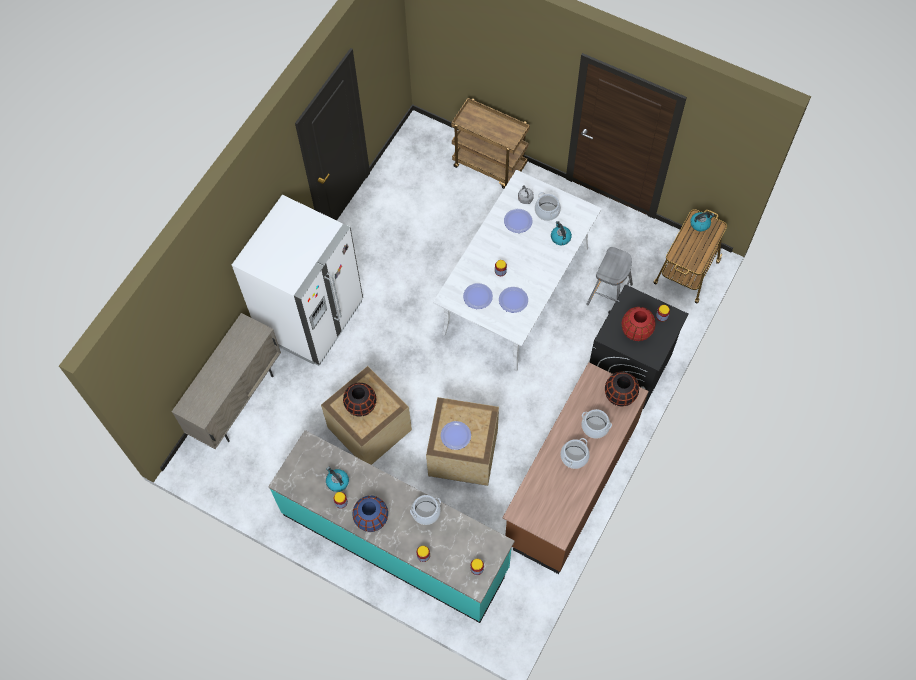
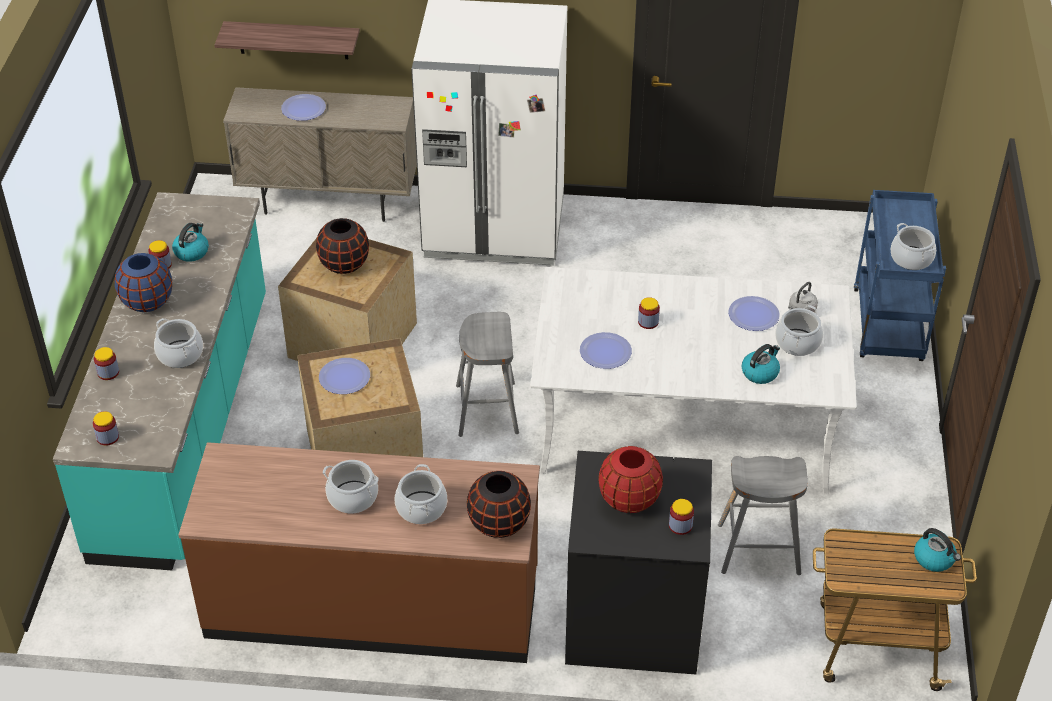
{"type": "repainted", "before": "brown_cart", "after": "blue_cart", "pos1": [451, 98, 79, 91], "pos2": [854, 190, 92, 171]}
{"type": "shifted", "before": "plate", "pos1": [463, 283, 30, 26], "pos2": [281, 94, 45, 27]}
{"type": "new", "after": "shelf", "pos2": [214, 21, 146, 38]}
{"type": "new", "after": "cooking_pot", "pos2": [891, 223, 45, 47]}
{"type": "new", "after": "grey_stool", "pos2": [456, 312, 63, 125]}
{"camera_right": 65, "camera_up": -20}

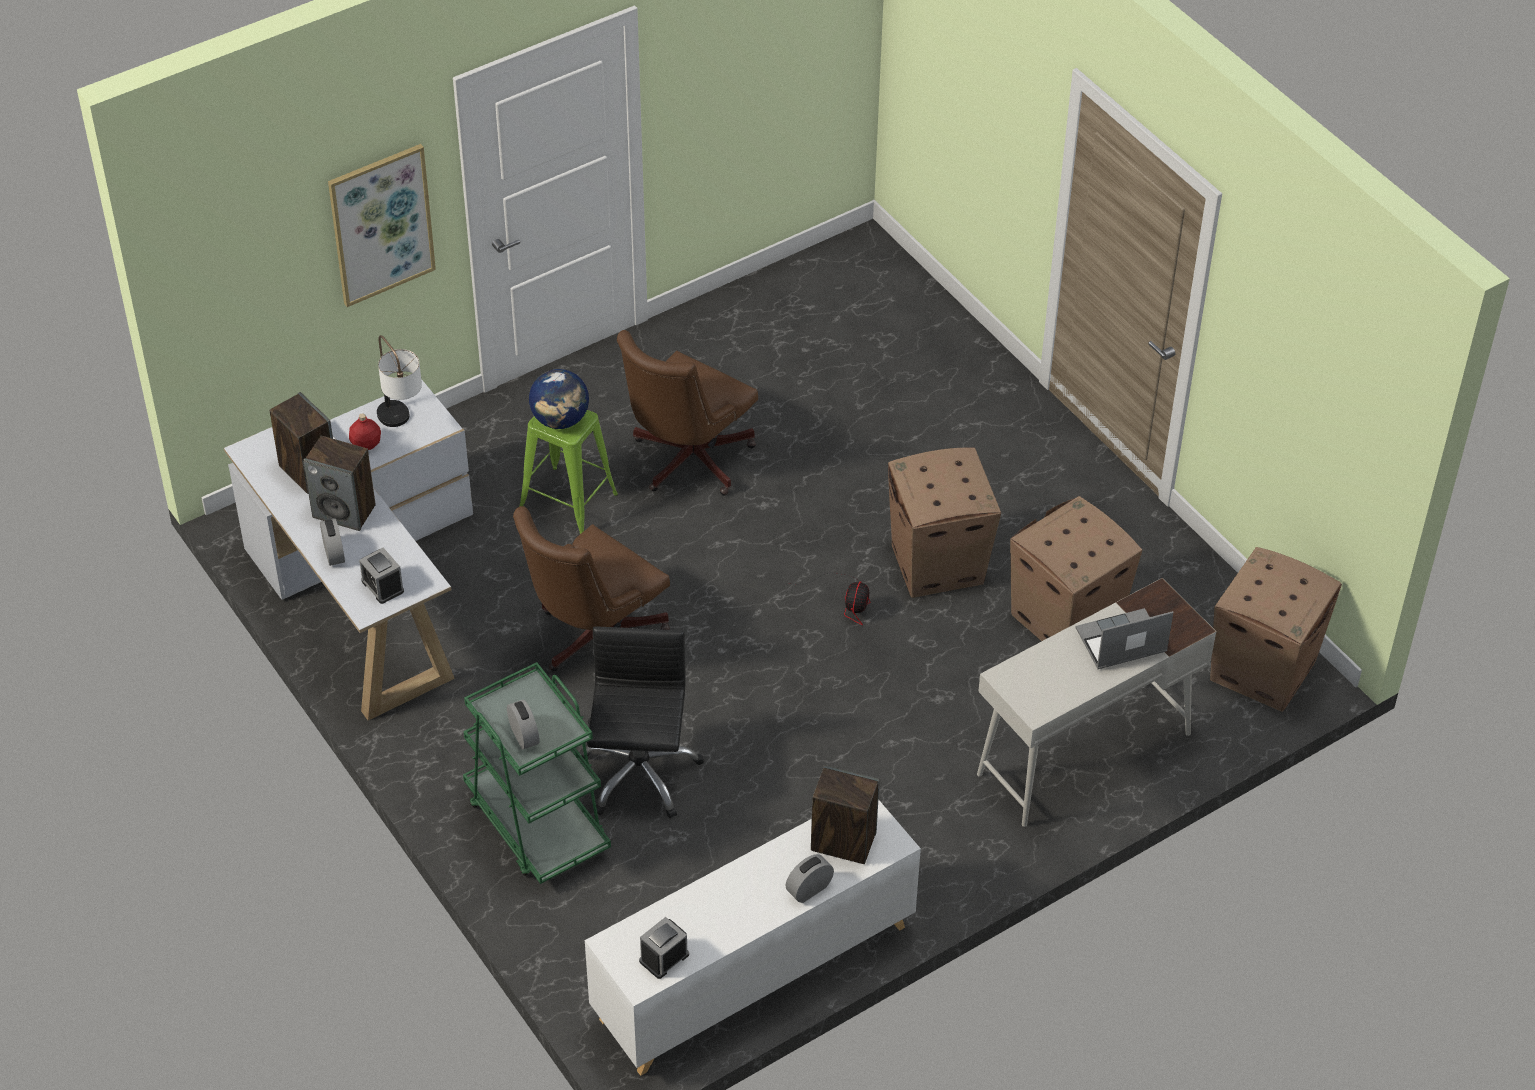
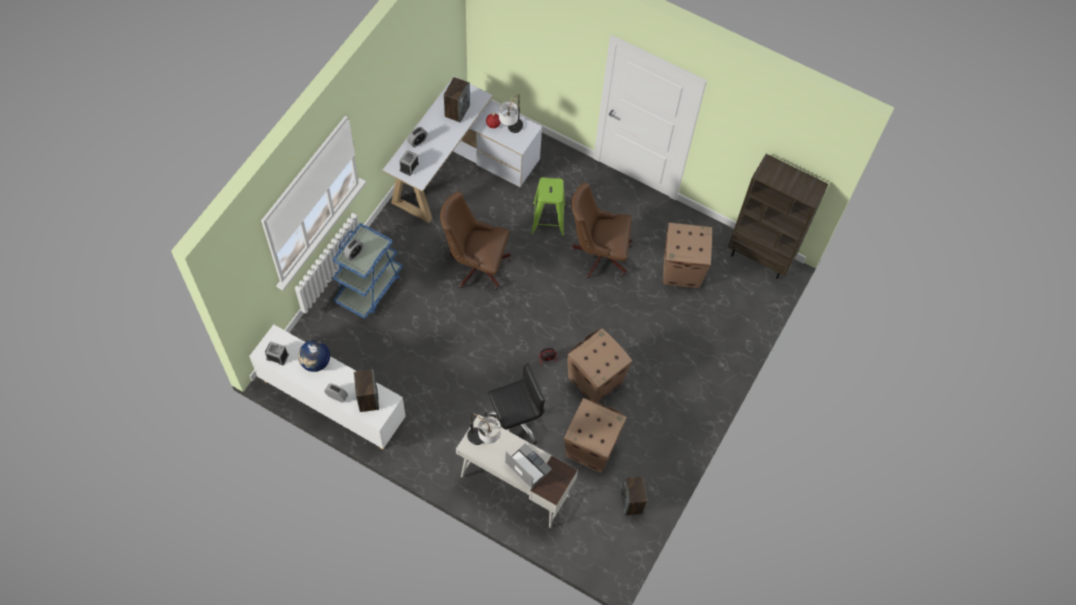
{"type": "gone", "before": "picture", "pos1": [328, 144, 108, 163]}
{"type": "shifted", "before": "globe", "pos1": [529, 369, 60, 60], "pos2": [298, 340, 32, 32]}
{"type": "shifted", "before": "speaker", "pos1": [303, 436, 73, 95], "pos2": [621, 476, 26, 40]}
{"type": "shifted", "before": "cardboard_box", "pos1": [1210, 547, 132, 165], "pos2": [663, 222, 49, 66]}
{"type": "shifted", "before": "black_office_chair", "pos1": [579, 627, 125, 191], "pos2": [484, 363, 61, 82]}
{"type": "repainted", "before": "green_cart", "after": "blue_cart", "pos1": [463, 662, 148, 222], "pos2": [333, 223, 70, 96]}
{"type": "new", "after": "brown_bookcase", "pos2": [728, 154, 100, 125]}
{"type": "new", "after": "table_lamp", "pos2": [467, 413, 34, 32]}
{"camera_right": 60, "camera_up": 15}

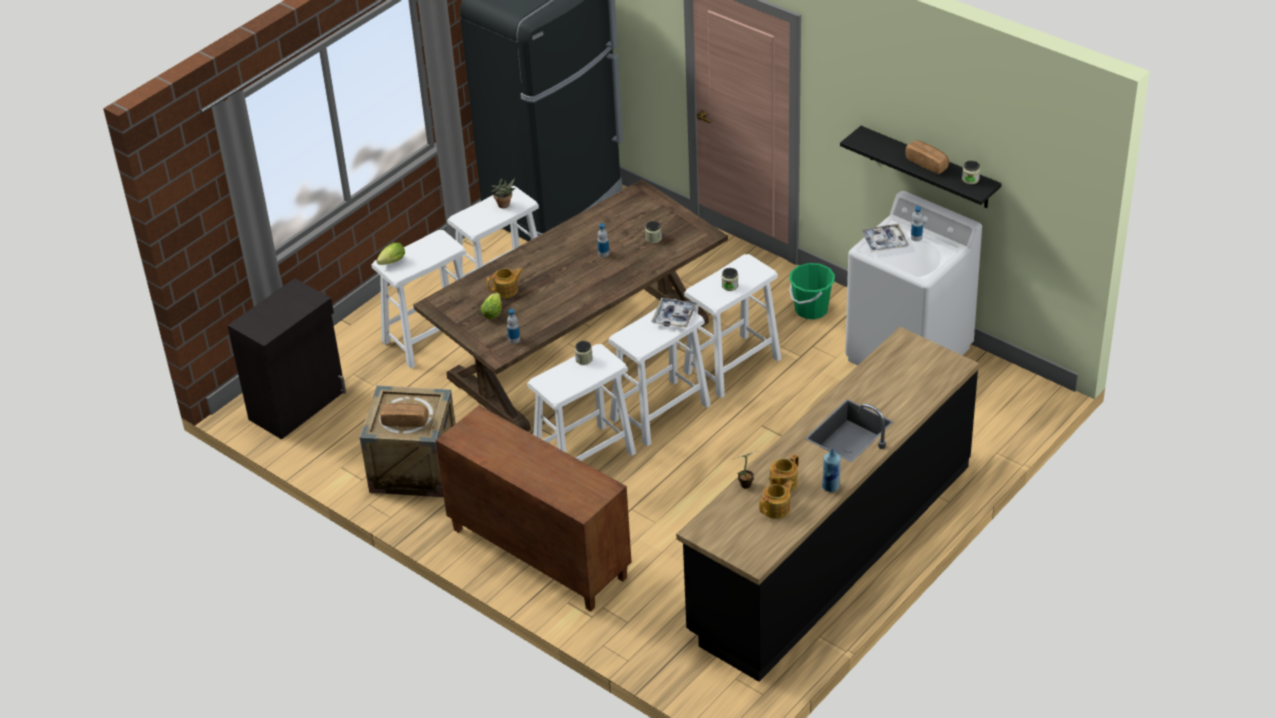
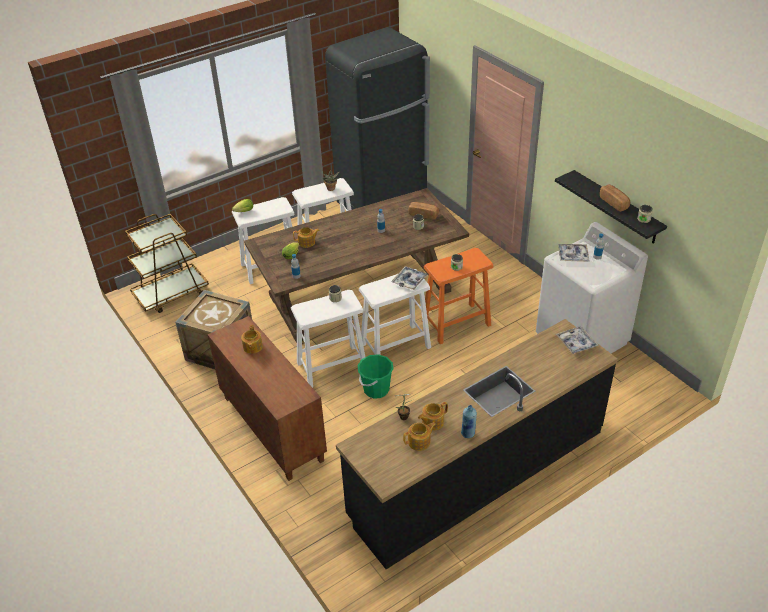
{"type": "repainted", "before": "white_stool", "after": "orange_stool", "pos1": [683, 254, 98, 144], "pos2": [424, 248, 70, 96]}
{"type": "shifted", "before": "green_bucket", "pos1": [789, 263, 46, 56], "pos2": [358, 354, 35, 45]}
{"type": "swapped", "before": "black_cabinet", "after": "brown_cart", "pos1": [227, 278, 119, 162], "pos2": [125, 214, 84, 99]}
{"type": "shifted", "before": "bread", "pos1": [380, 403, 48, 24], "pos2": [408, 202, 31, 17]}
{"type": "new", "after": "teapot", "pos2": [241, 325, 22, 29]}
{"type": "new", "after": "tray", "pos2": [556, 326, 43, 28]}
{"camera_right": 15, "camera_up": 0}

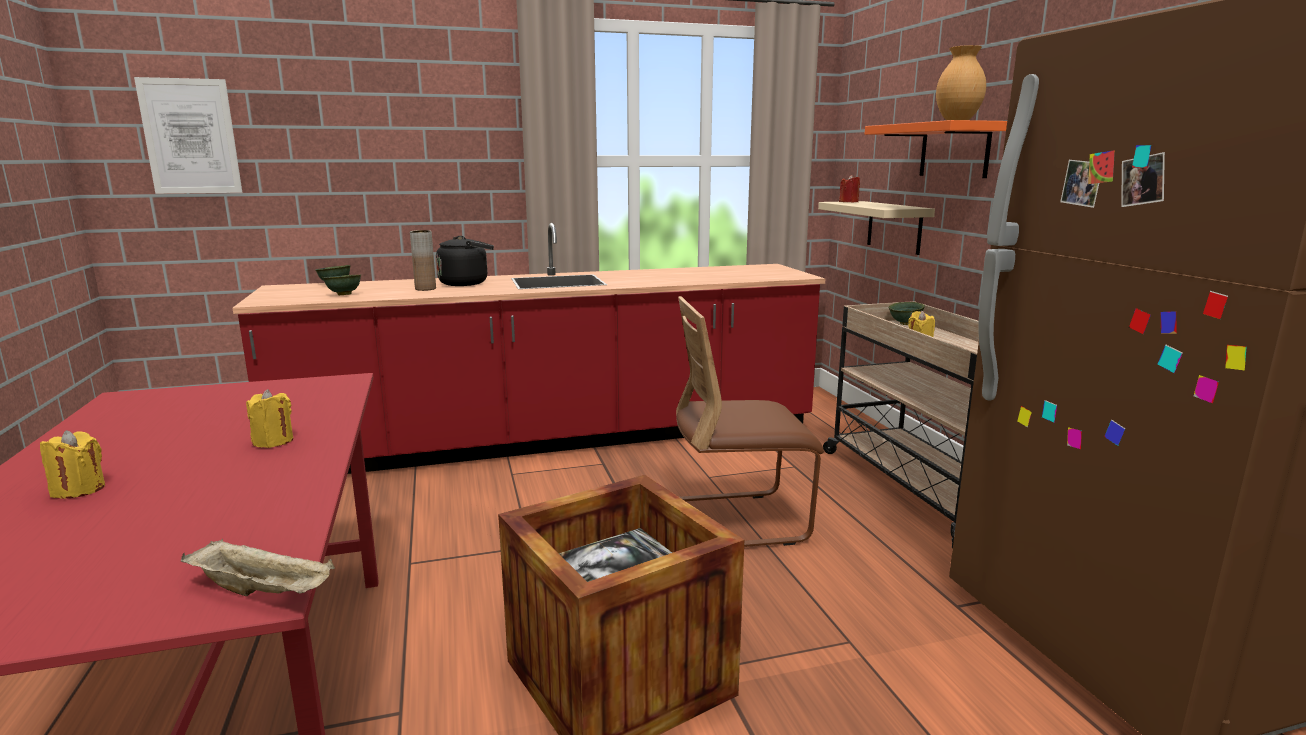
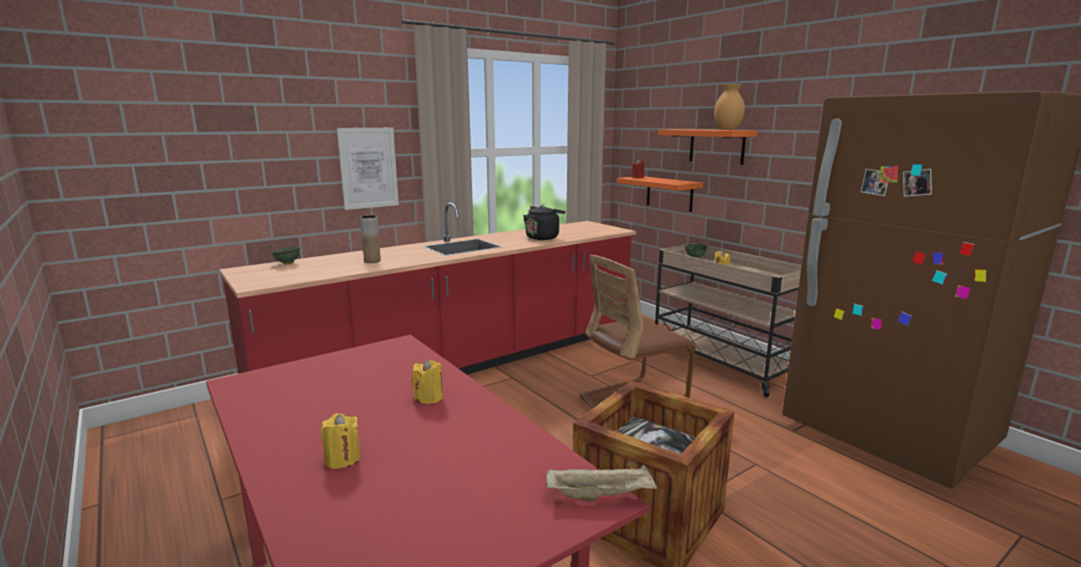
{"type": "shifted", "before": "picture", "pos1": [134, 77, 108, 117], "pos2": [337, 128, 62, 82]}
{"type": "repainted", "before": "beige_shelf", "after": "orange_shelf", "pos1": [818, 201, 117, 54], "pos2": [617, 176, 86, 36]}
{"type": "shifted", "before": "black_kettle", "pos1": [436, 236, 58, 50], "pos2": [523, 205, 42, 35]}
{"type": "gone", "before": "green_bowl", "pos1": [323, 274, 38, 21]}
{"camera_right": -20, "camera_up": 0}

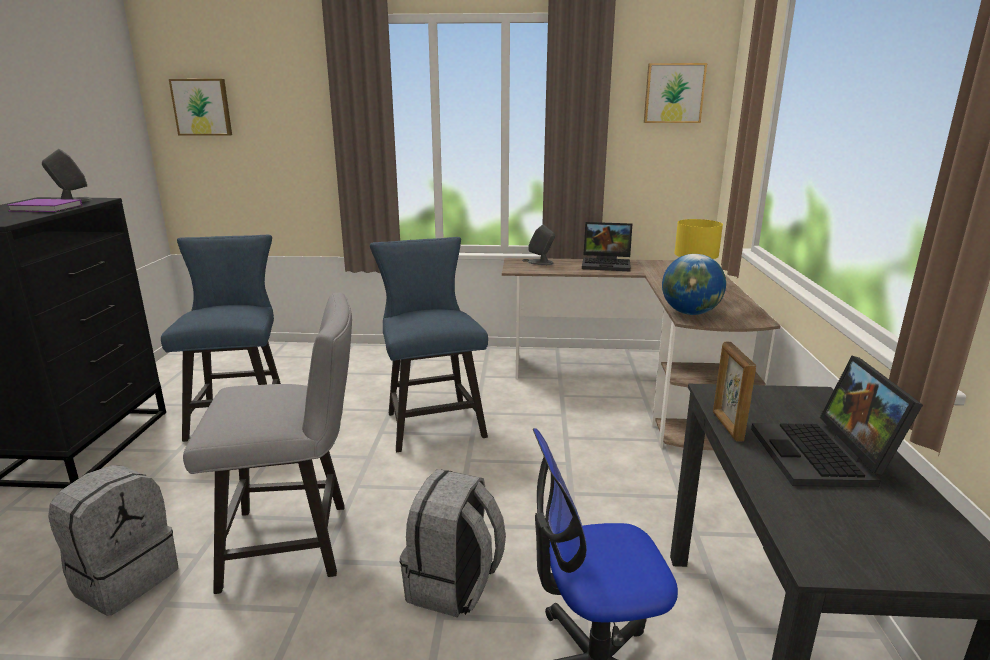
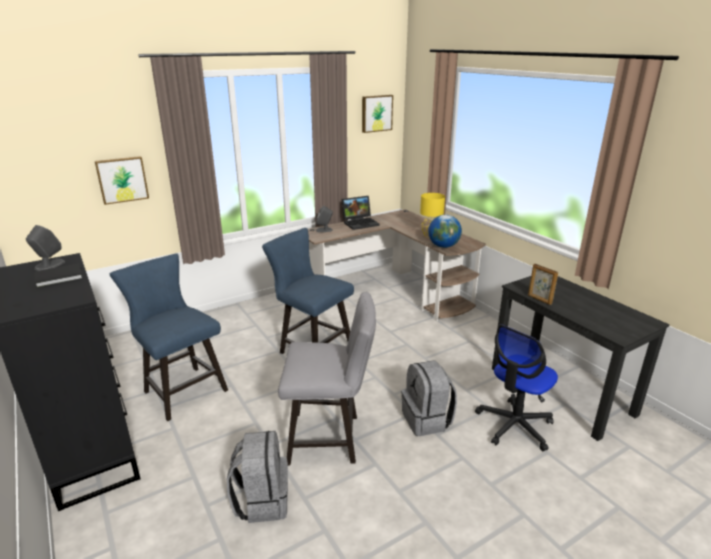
{"type": "shifted", "before": "picture", "pos1": [169, 79, 63, 57], "pos2": [95, 156, 54, 49]}
{"type": "repainted", "before": "purple_book", "after": "black_book", "pos1": [7, 199, 75, 13], "pos2": [34, 263, 49, 25]}
{"type": "rotated", "before": "grey_chair", "pos1": [183, 293, 169, 301], "pos2": [278, 292, 98, 173], "turn": 45}
{"type": "gone", "before": "laptop", "pos1": [751, 356, 172, 131]}
{"camera_right": -35, "camera_up": 5}

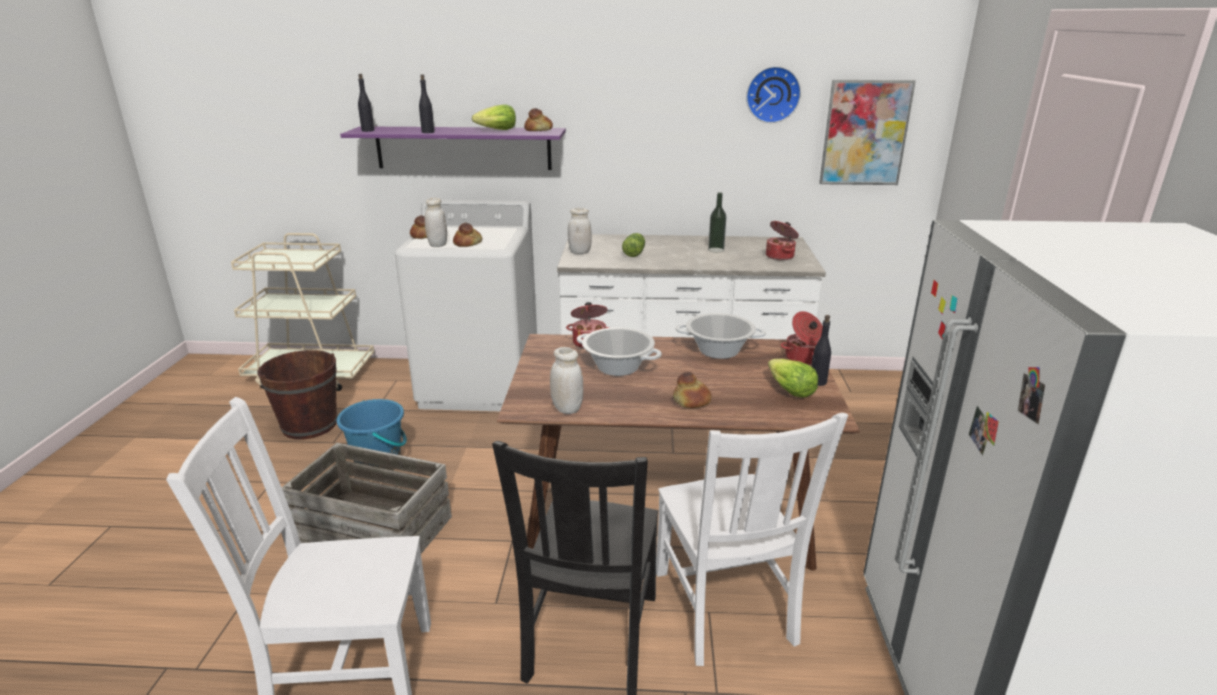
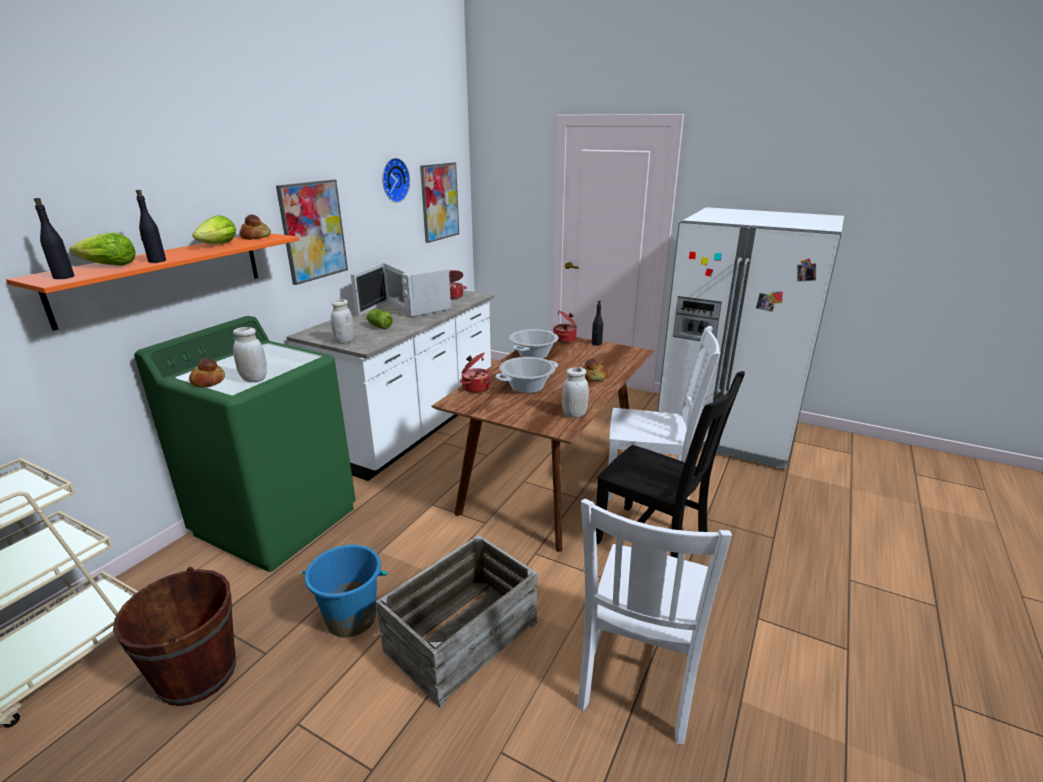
{"type": "repainted", "before": "purple_shelf", "after": "orange_shelf", "pos1": [340, 126, 226, 44], "pos2": [6, 233, 293, 98]}
{"type": "swapped", "before": "bottle", "after": "white_microwave", "pos1": [708, 192, 18, 60], "pos2": [351, 258, 100, 59]}
{"type": "repainted", "before": "white_washing_machine", "after": "green_washing_machine", "pos1": [395, 200, 142, 211], "pos2": [134, 316, 222, 256]}
{"type": "gone", "before": "bread", "pos1": [453, 223, 29, 24]}
{"type": "shifted", "before": "lettuce", "pos1": [768, 359, 50, 39], "pos2": [69, 233, 67, 33]}
{"type": "new", "after": "picture", "pos2": [276, 180, 72, 105]}
{"camera_right": -65, "camera_up": 0}

